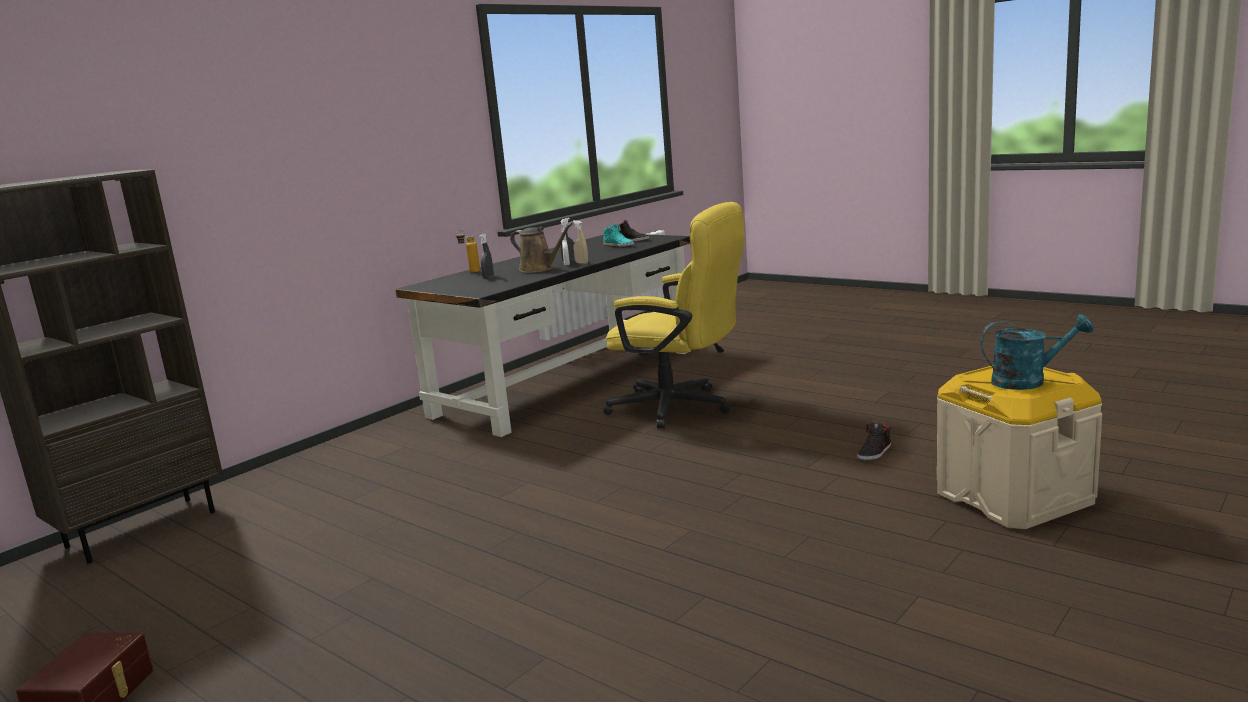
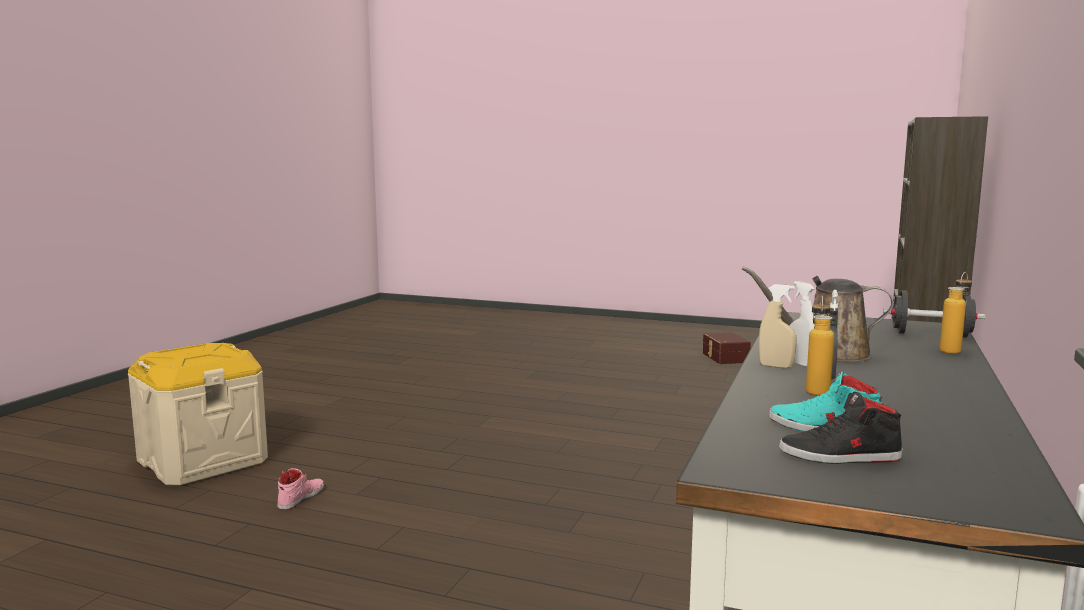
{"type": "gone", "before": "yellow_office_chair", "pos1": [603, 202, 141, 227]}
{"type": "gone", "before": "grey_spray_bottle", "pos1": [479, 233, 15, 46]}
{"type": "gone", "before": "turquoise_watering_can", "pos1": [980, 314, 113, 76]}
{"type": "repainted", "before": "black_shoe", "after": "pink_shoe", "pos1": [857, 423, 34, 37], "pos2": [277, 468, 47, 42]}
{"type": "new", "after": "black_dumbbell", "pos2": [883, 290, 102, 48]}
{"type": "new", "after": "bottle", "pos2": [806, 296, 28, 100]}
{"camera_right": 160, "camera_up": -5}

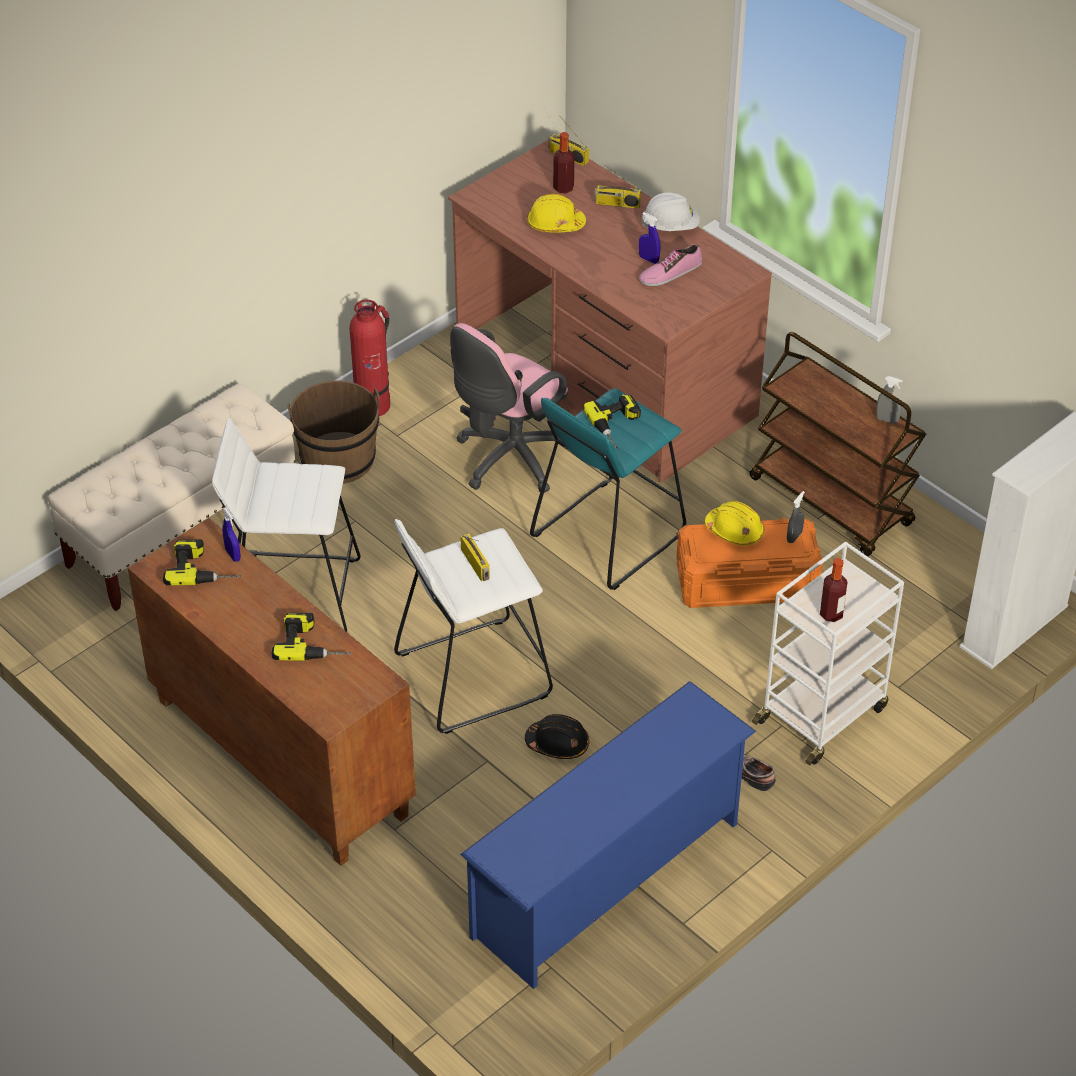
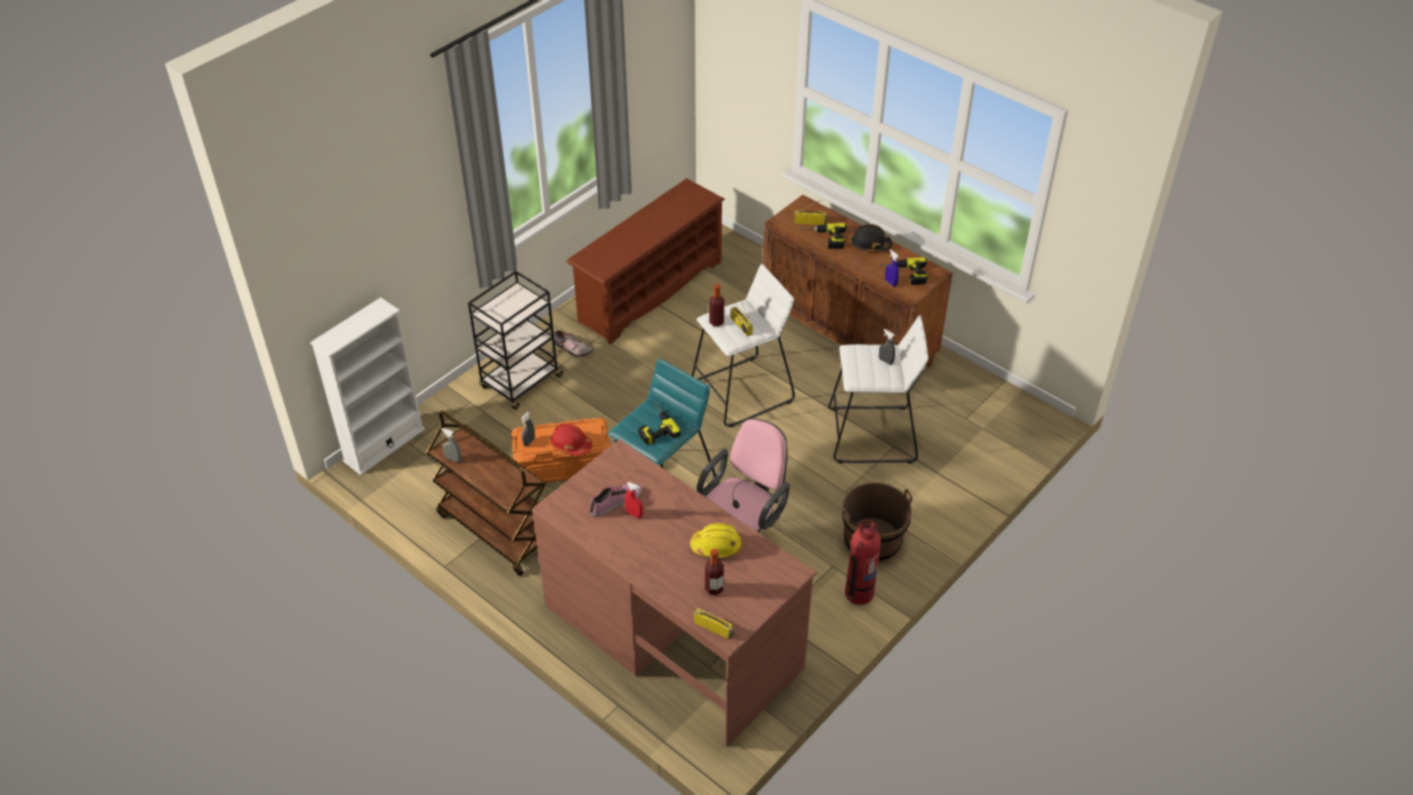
{"type": "shifted", "before": "radio", "pos1": [594, 165, 47, 44], "pos2": [794, 200, 33, 25]}
{"type": "gone", "before": "white_hard_hat", "pos1": [641, 192, 59, 39]}
{"type": "repainted", "before": "blue_spray_bottle", "after": "red_spray_bottle", "pos1": [639, 212, 21, 52], "pos2": [625, 482, 18, 36]}
{"type": "gone", "before": "beige_bench", "pos1": [48, 383, 248, 228]}
{"type": "repainted", "before": "yellow_hard_hat", "after": "red_hard_hat", "pos1": [705, 501, 60, 45], "pos2": [550, 423, 42, 33]}
{"type": "repainted", "before": "white_cart", "after": "black_cart", "pos1": [752, 541, 152, 225], "pos2": [468, 271, 97, 139]}
{"type": "shifted", "before": "bottle", "pos1": [820, 558, 28, 64], "pos2": [709, 284, 15, 42]}
{"type": "repainted", "before": "blue_shoe_rack", "after": "brown_shoe_rack", "pos1": [460, 681, 296, 308], "pos2": [566, 179, 159, 166]}
{"type": "shifted", "before": "black_hard_hat", "pos1": [525, 714, 65, 45], "pos2": [851, 224, 41, 27]}
{"type": "new", "after": "grey_spray_bottle", "pos2": [879, 329, 16, 36]}
{"camera_right": 175, "camera_up": 0}

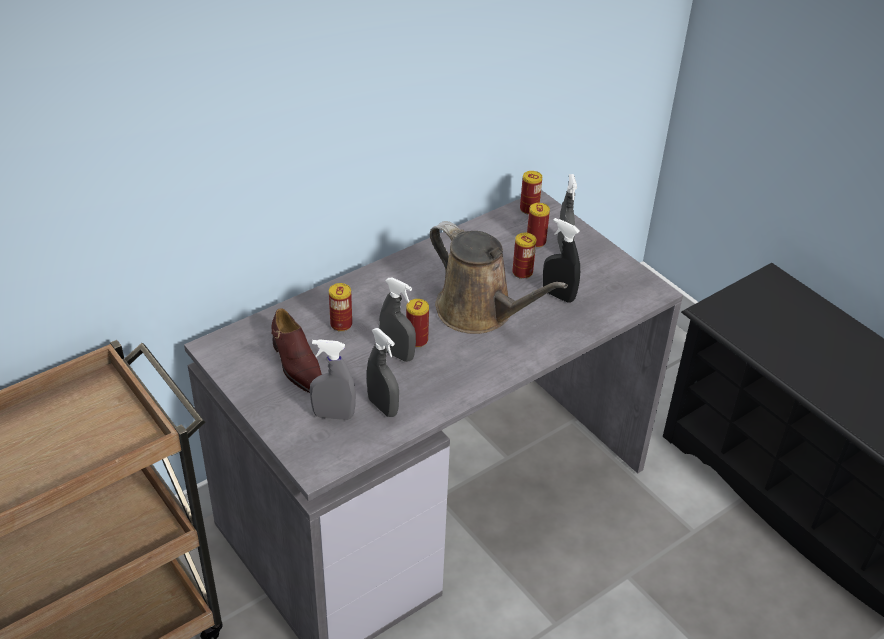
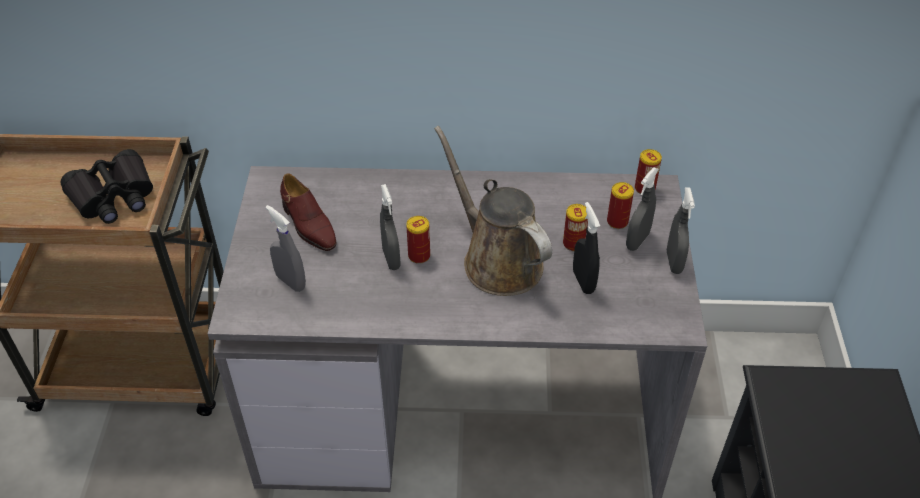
{"type": "rotated", "before": "brown_watering_can", "pos1": [430, 221, 138, 113], "pos2": [434, 126, 118, 170], "turn": 150}
{"type": "gone", "before": "can", "pos1": [329, 283, 23, 49]}
{"type": "rotated", "before": "brown_shoe", "pos1": [271, 308, 51, 85], "pos2": [280, 174, 56, 77], "turn": -45}
{"type": "shifted", "before": "grey_spray_bottle", "pos1": [367, 328, 32, 89], "pos2": [667, 188, 28, 86]}
{"type": "new", "after": "black_binoculars", "pos2": [60, 149, 93, 75]}
{"camera_right": 40, "camera_up": 5}

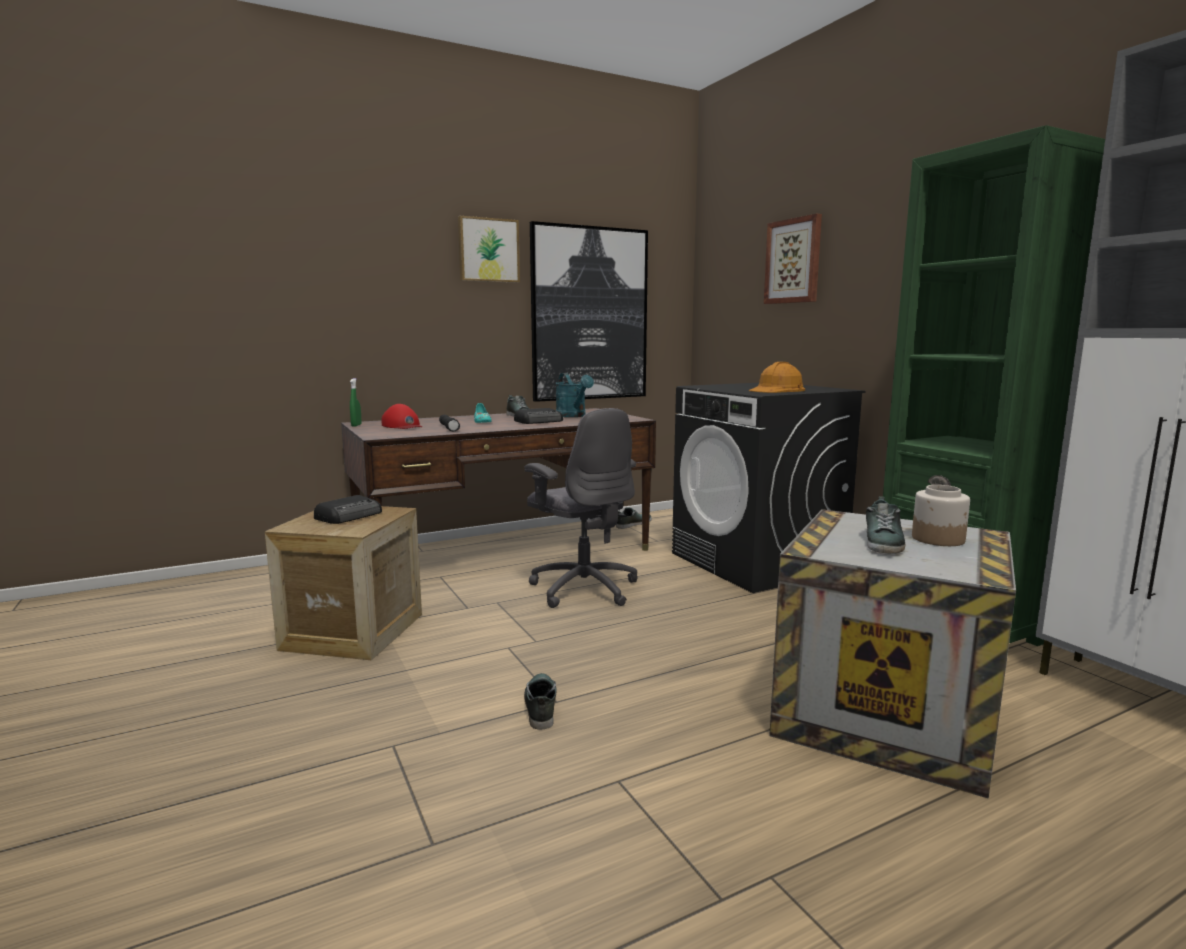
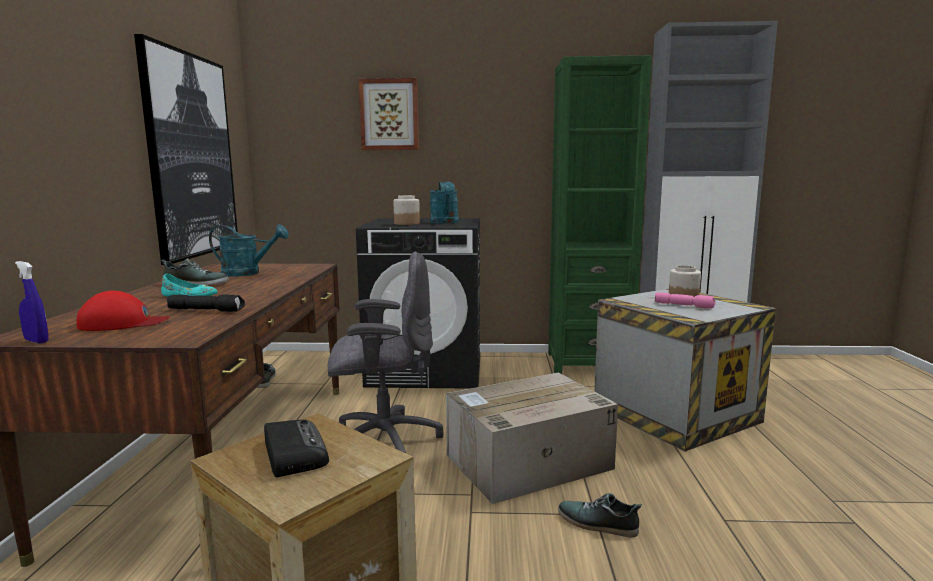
{"type": "gone", "before": "picture", "pos1": [458, 216, 62, 67]}
{"type": "swapped", "before": "orange_hard_hat", "after": "turquoise_watering_can", "pos1": [749, 362, 56, 31], "pos2": [430, 182, 29, 42]}
{"type": "repainted", "before": "green_spray_bottle", "after": "blue_spray_bottle", "pos1": [350, 378, 11, 49], "pos2": [15, 261, 34, 83]}
{"type": "gone", "before": "radio", "pos1": [514, 408, 49, 16]}
{"type": "swapped", "before": "shoe", "after": "pink_flashlight", "pos1": [866, 496, 40, 58], "pos2": [655, 292, 60, 17]}
{"type": "new", "after": "jar", "pos2": [394, 195, 26, 30]}
{"type": "new", "after": "cardboard_box", "pos2": [446, 372, 172, 132]}
{"camera_right": -60, "camera_up": 0}

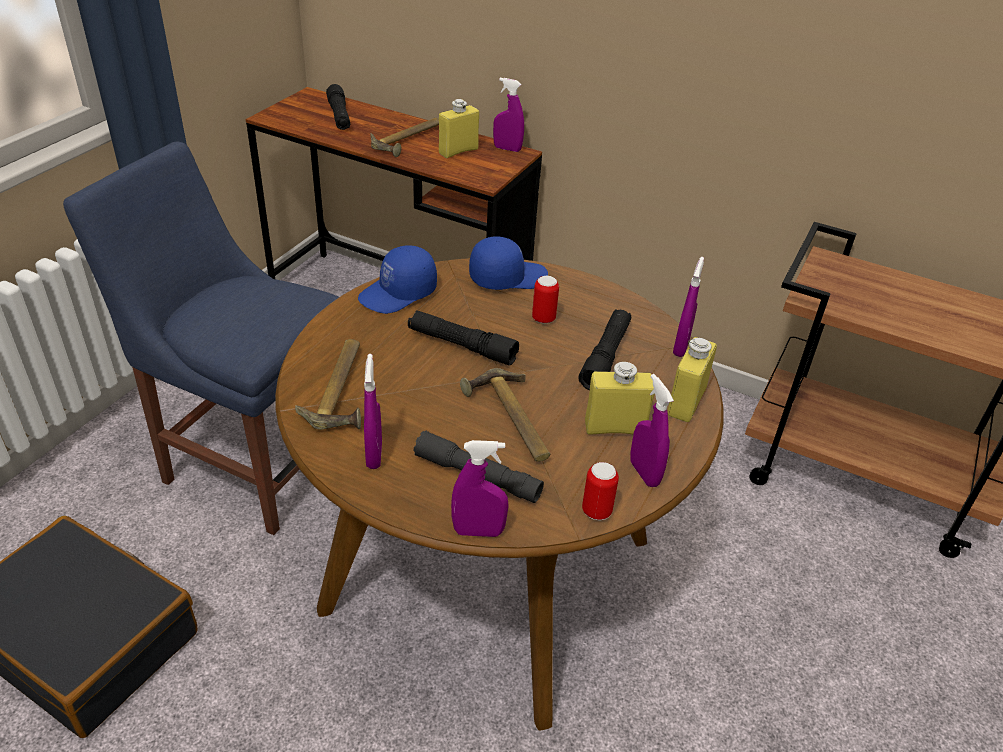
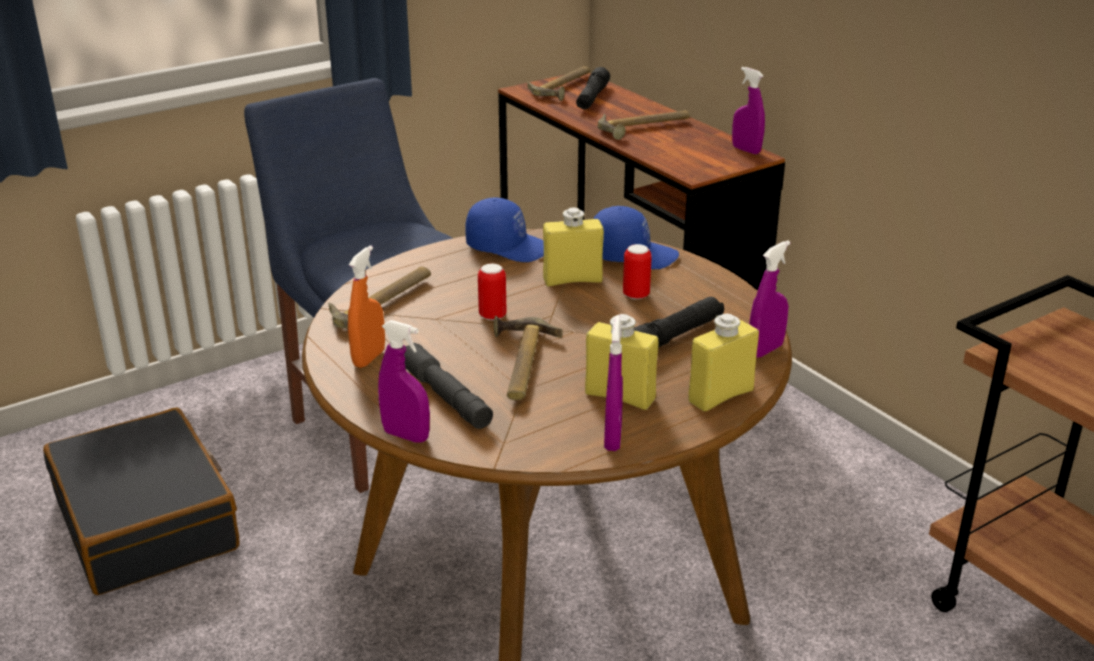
{"type": "shifted", "before": "yellow_bottle", "pos1": [439, 99, 40, 59], "pos2": [543, 208, 61, 79]}
{"type": "rotated", "before": "blue_cap", "pos1": [358, 245, 79, 69], "pos2": [465, 197, 79, 65], "turn": -150}
{"type": "gone", "before": "black_flashlight", "pos1": [408, 310, 111, 56]}
{"type": "repainted", "before": "purple_spray_bottle", "after": "orange_spray_bottle", "pos1": [364, 354, 18, 115], "pos2": [348, 245, 37, 123]}
{"type": "shifted", "before": "can", "pos1": [582, 462, 37, 58], "pos2": [478, 264, 29, 57]}
{"type": "new", "after": "hammer", "pos2": [527, 66, 64, 35]}
{"camera_right": 30, "camera_up": -10}

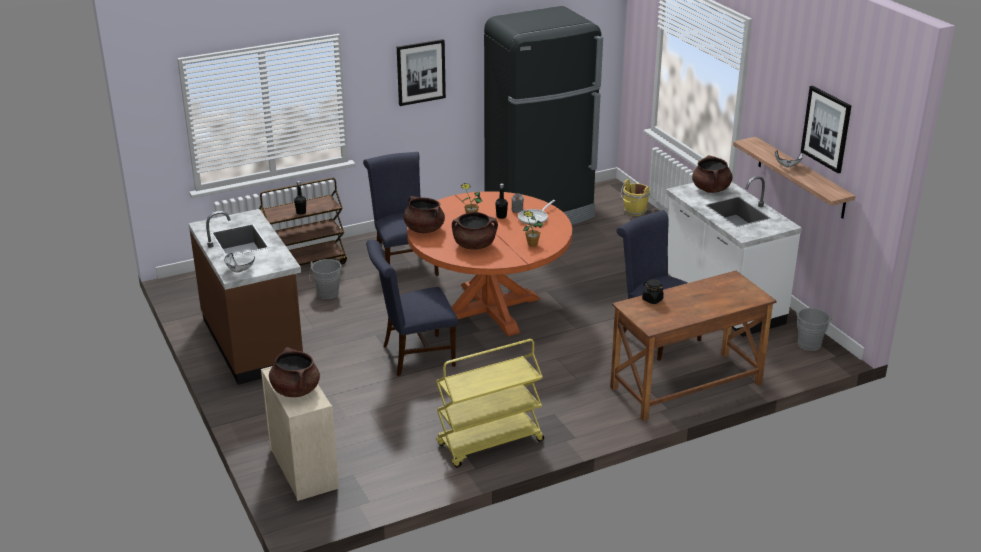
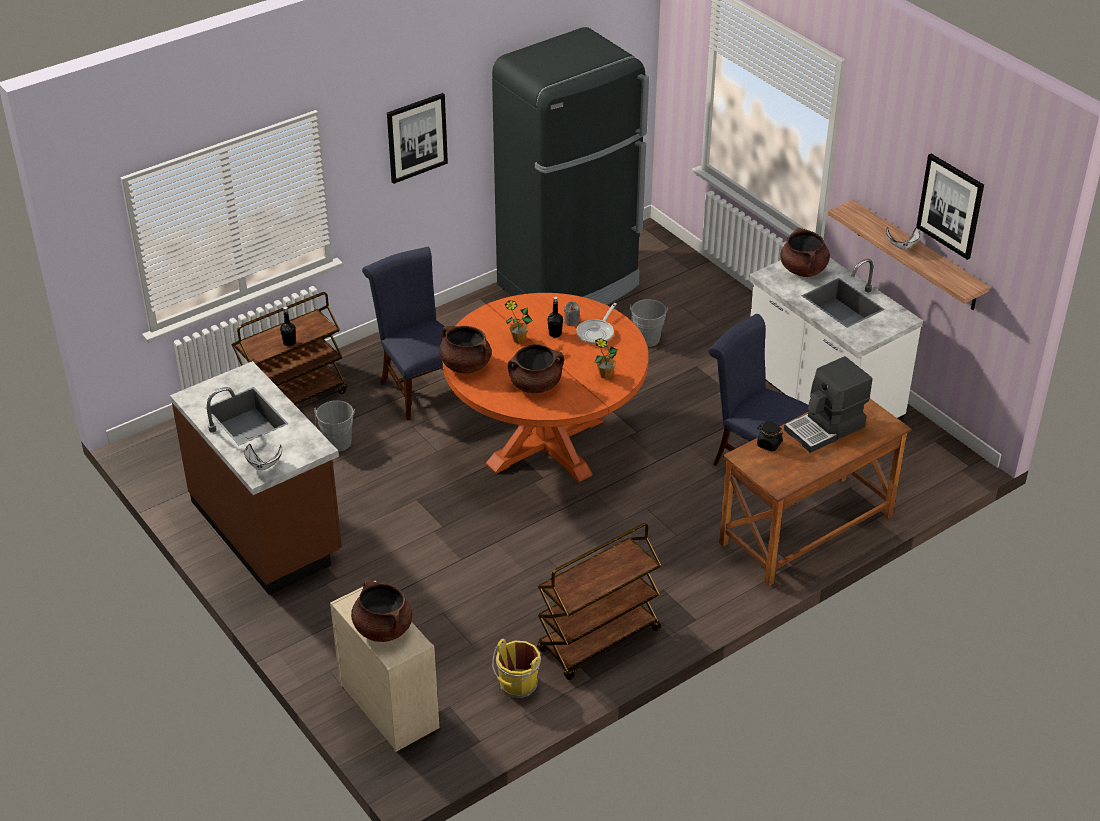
{"type": "shifted", "before": "yellow_bucket", "pos1": [621, 179, 29, 37], "pos2": [492, 639, 49, 59]}
{"type": "gone", "before": "blue_chair", "pos1": [366, 240, 92, 136]}
{"type": "shifted", "before": "grey_bucket", "pos1": [796, 308, 36, 43], "pos2": [630, 299, 38, 48]}
{"type": "repainted", "before": "yellow_cart", "after": "brown_cart", "pos1": [436, 339, 108, 128], "pos2": [537, 523, 124, 157]}
{"type": "new", "after": "coffee_machine", "pos2": [784, 356, 89, 97]}
{"camera_right": -10, "camera_up": 10}

